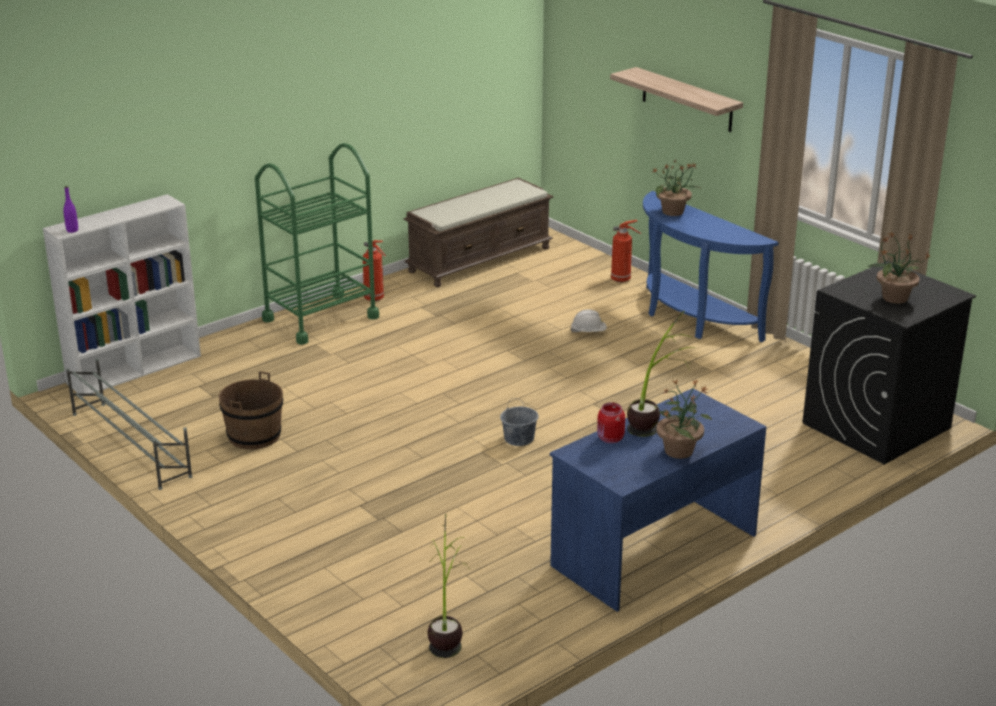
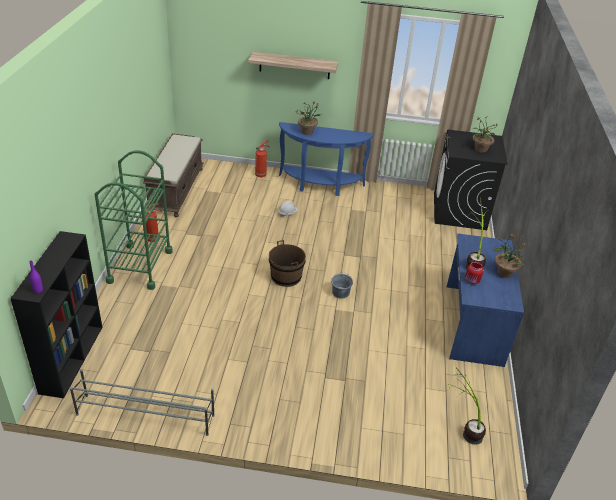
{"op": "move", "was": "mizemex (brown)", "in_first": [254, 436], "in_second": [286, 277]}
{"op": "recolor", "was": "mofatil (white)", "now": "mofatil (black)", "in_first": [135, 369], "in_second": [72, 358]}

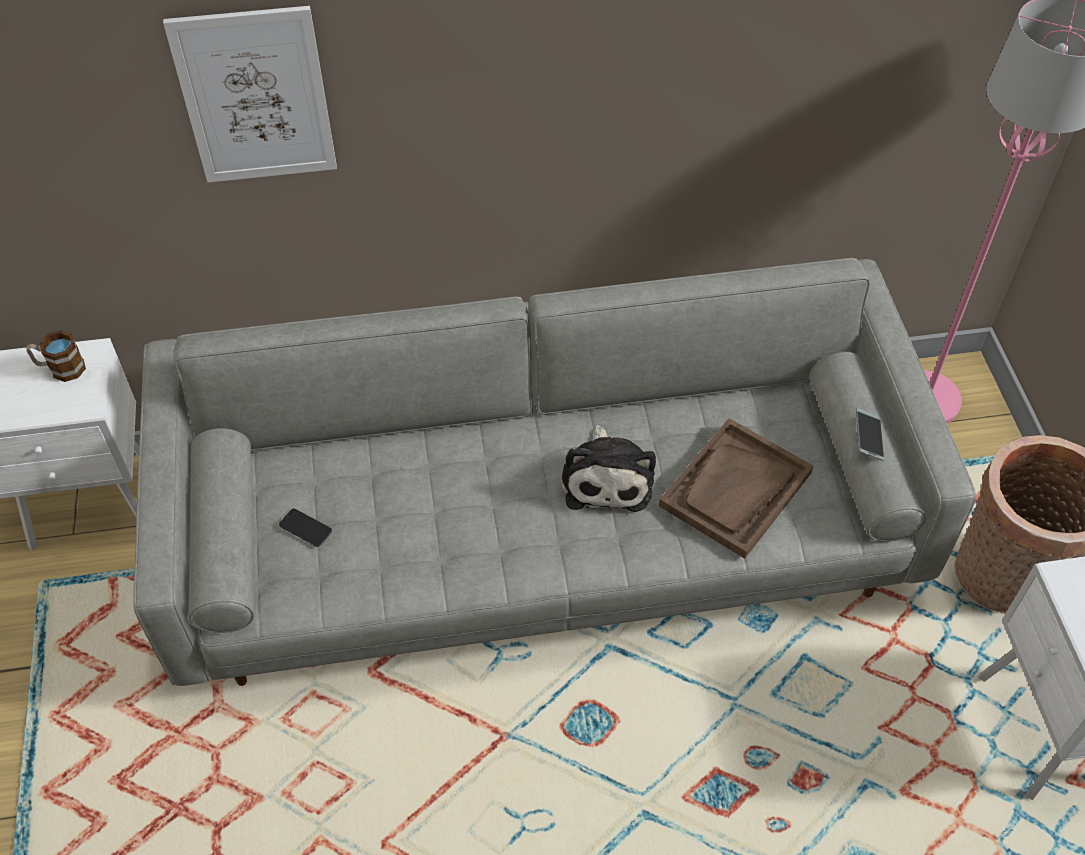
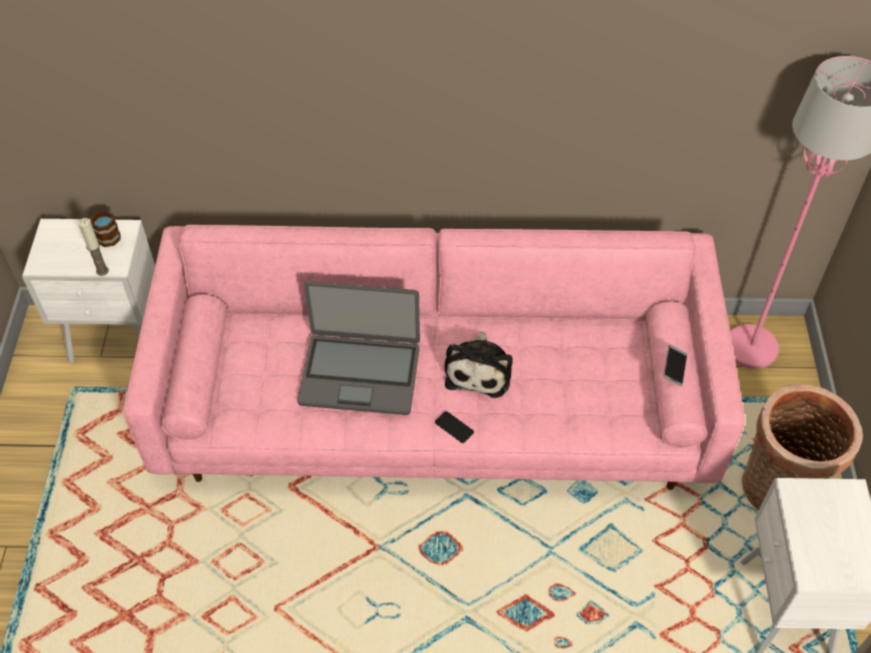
{"op": "delete", "was": "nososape", "in_first": [255, 97]}
{"op": "delete", "was": "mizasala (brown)", "in_first": [735, 490]}
{"op": "insert", "now": "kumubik", "in_second": [102, 271]}
{"op": "insert", "now": "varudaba", "in_second": [360, 373]}
{"op": "move", "was": "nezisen", "in_first": [305, 528], "in_second": [454, 427]}
{"op": "recolor", "was": "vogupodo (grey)", "now": "vogupodo (pink)", "in_first": [542, 531], "in_second": [435, 404]}

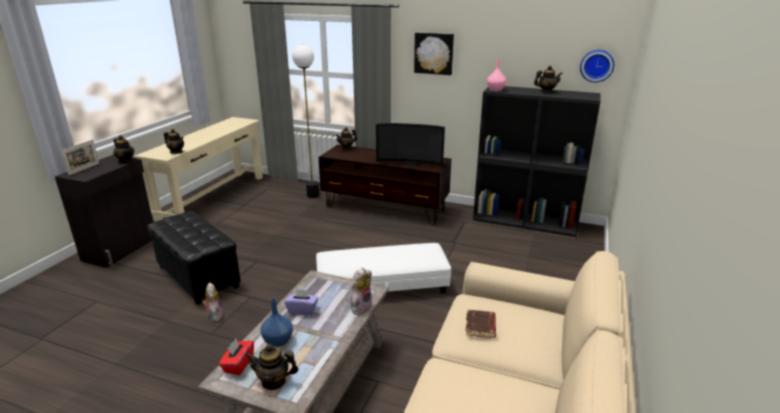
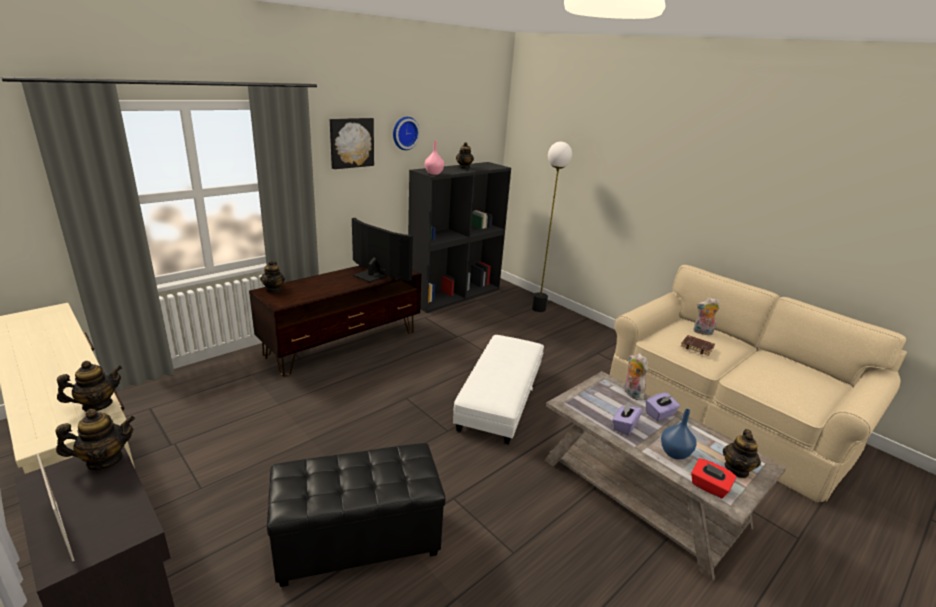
{"op": "insert", "now": "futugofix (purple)", "in_second": [660, 414]}
{"op": "move", "was": "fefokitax", "in_first": [214, 315], "in_second": [702, 332]}
{"op": "move", "was": "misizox", "in_first": [313, 195], "in_second": [539, 309]}
{"op": "move", "was": "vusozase", "in_first": [597, 65], "in_second": [404, 133]}
{"op": "rotate", "was": "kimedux", "in_first": [410, 162], "in_second": [373, 275], "clockwise": -90}

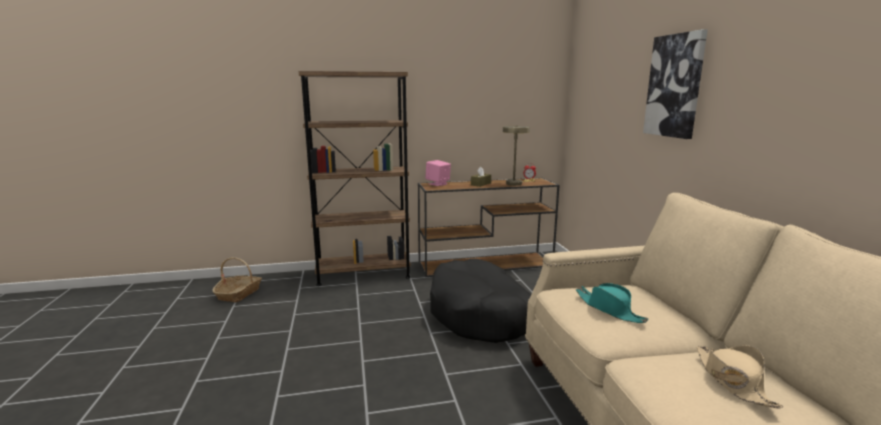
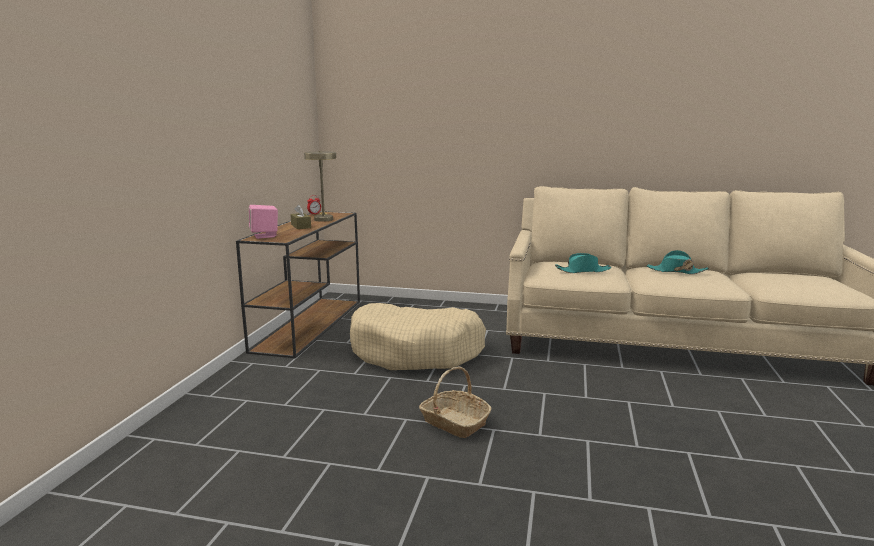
{"op": "delete", "was": "mofatil (brown)", "in_first": [363, 274]}
{"op": "delete", "was": "nososape", "in_first": [675, 86]}
{"op": "move", "was": "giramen", "in_first": [239, 293], "in_second": [454, 422]}
{"op": "recolor", "was": "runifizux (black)", "now": "runifizux (beige)", "in_first": [481, 314], "in_second": [416, 352]}
{"op": "recolor", "was": "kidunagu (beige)", "now": "kidunagu (turquoise)", "in_first": [732, 381], "in_second": [676, 271]}

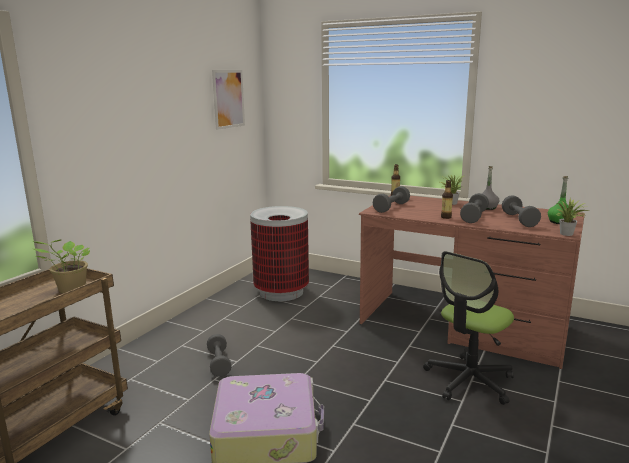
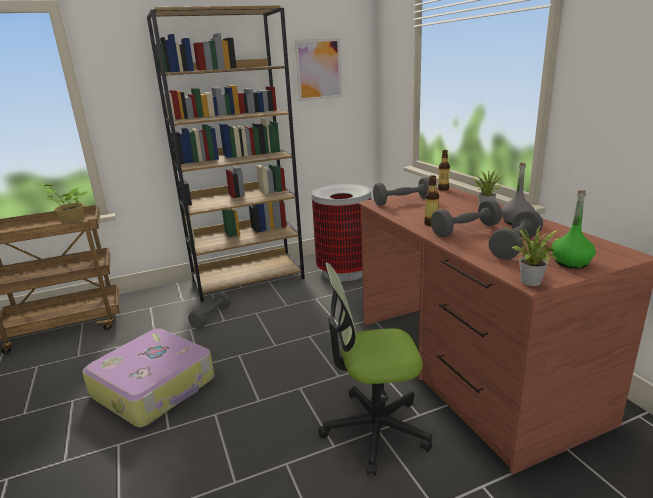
{"op": "insert", "now": "mofatil (brown)", "in_second": [248, 279]}

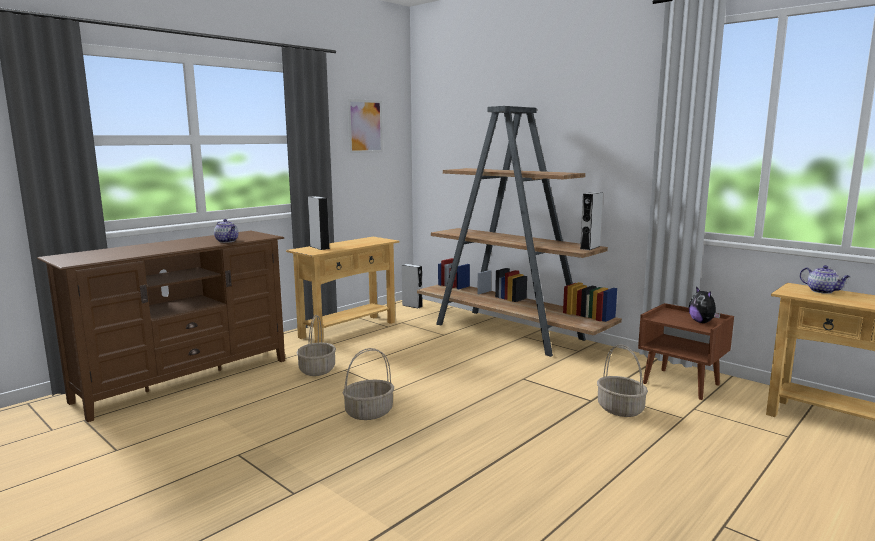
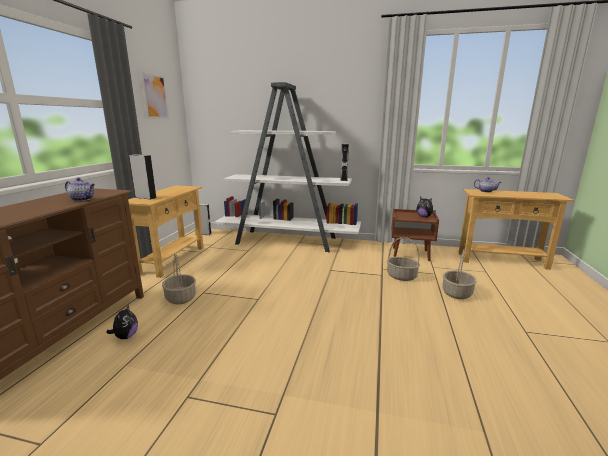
{"op": "insert", "now": "fefokitax", "in_second": [126, 336]}
{"op": "move", "was": "giramen", "in_first": [369, 412], "in_second": [456, 293]}
{"op": "recolor", "was": "mofatil (brown)", "now": "mofatil (white)", "in_first": [510, 332], "in_second": [288, 241]}

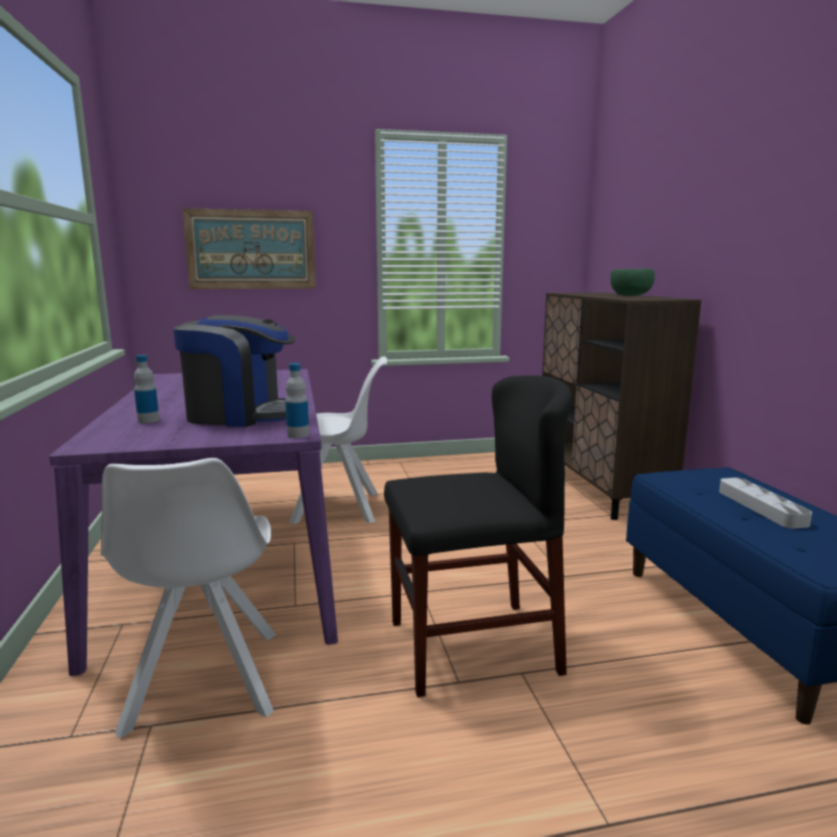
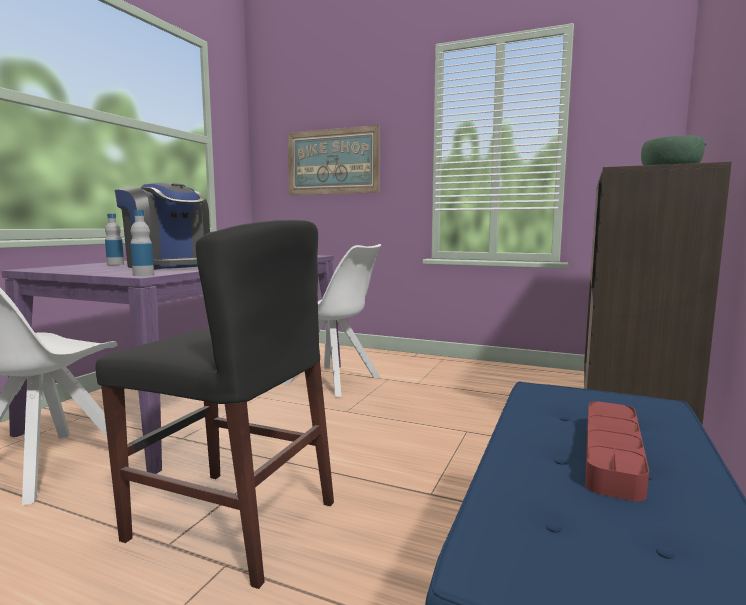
{"op": "recolor", "was": "mizasala (grey)", "now": "mizasala (red)", "in_first": [761, 507], "in_second": [612, 454]}

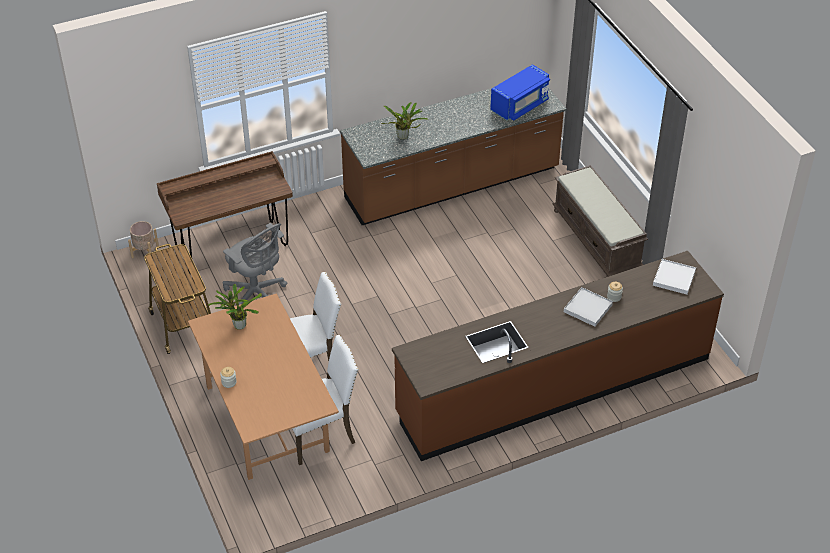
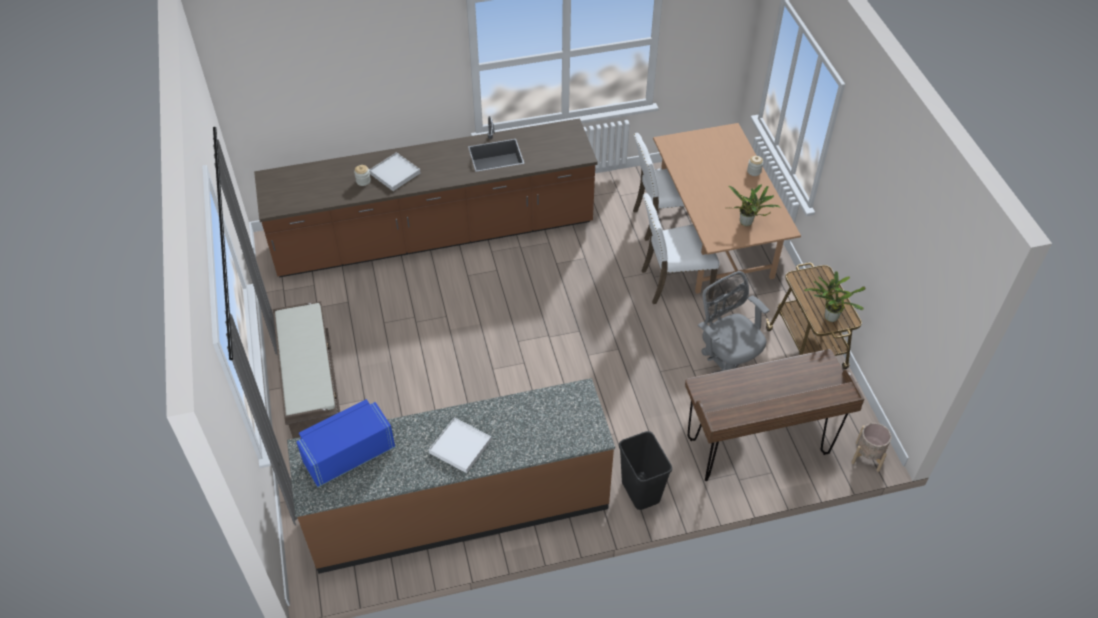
{"op": "insert", "now": "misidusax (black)", "in_second": [641, 491]}
{"op": "move", "was": "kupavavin", "in_first": [404, 137], "in_second": [829, 316]}
{"op": "move", "was": "mizasala (white)", "in_first": [674, 278], "in_second": [460, 446]}

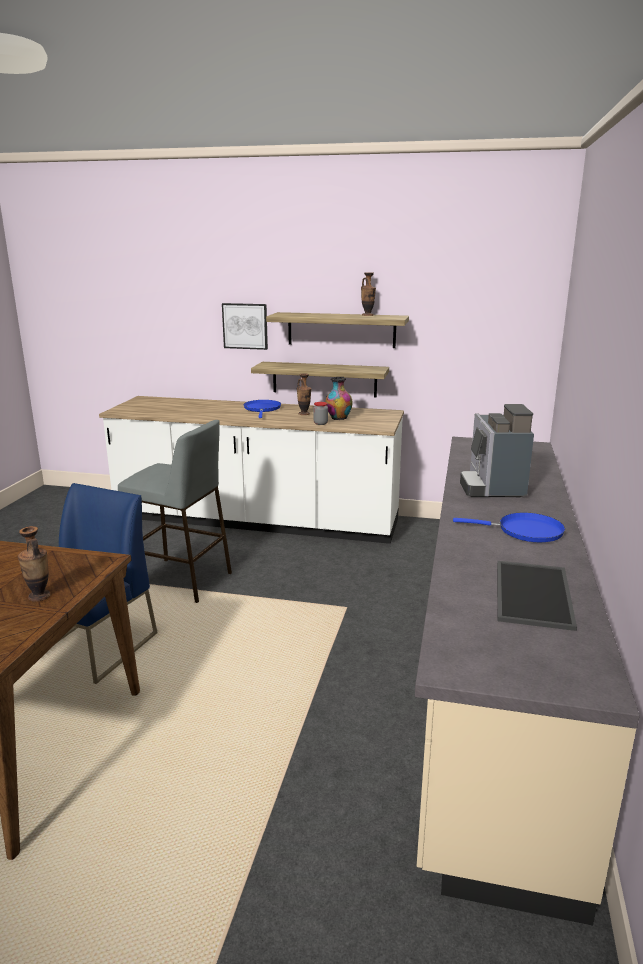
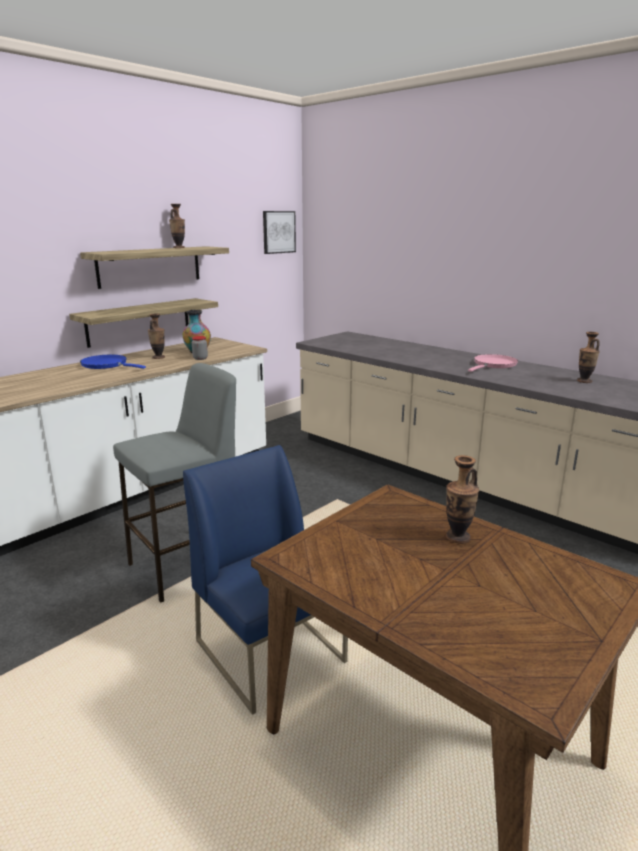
{"op": "delete", "was": "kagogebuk", "in_first": [492, 487]}
{"op": "move", "was": "nososape", "in_first": [245, 326], "in_second": [278, 232]}
{"op": "replace", "was": "mizasala", "now": "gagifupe", "in_first": [535, 595], "in_second": [584, 381]}
{"op": "recolor", "was": "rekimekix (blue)", "now": "rekimekix (pink)", "in_first": [525, 531], "in_second": [493, 365]}

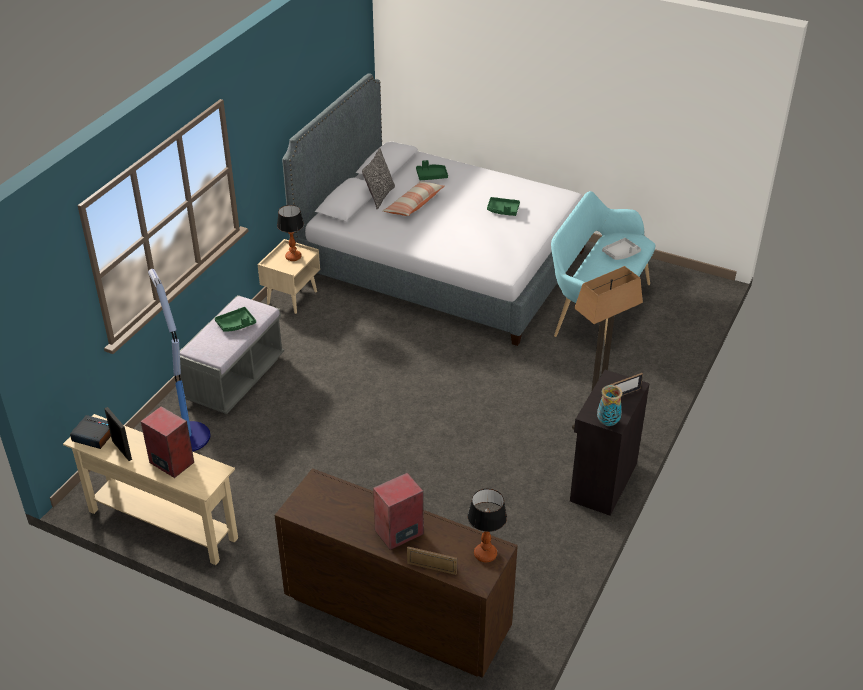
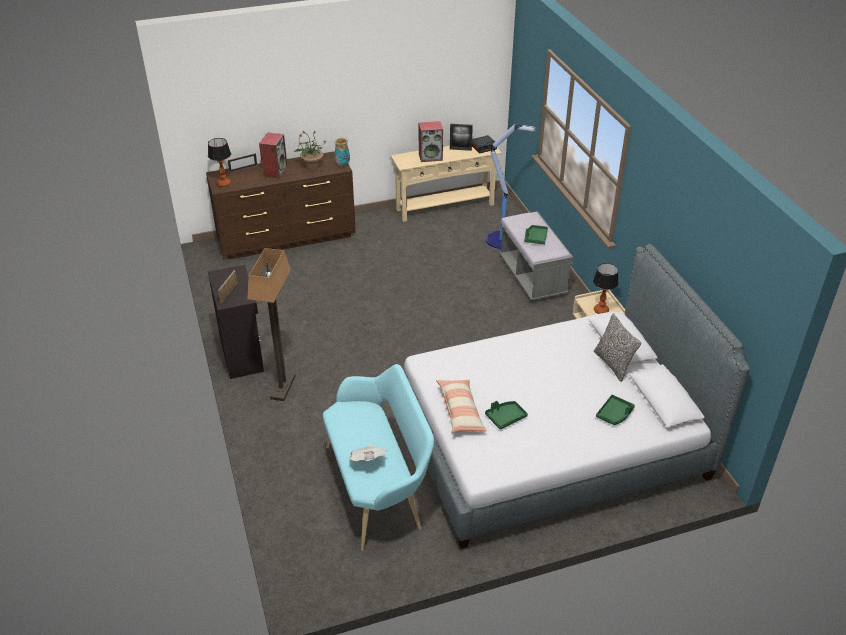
{"op": "insert", "now": "kupavavin", "in_second": [312, 166]}
{"op": "move", "was": "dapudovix", "in_first": [414, 205], "in_second": [460, 411]}
{"op": "move", "was": "gagifupe", "in_first": [607, 423], "in_second": [342, 164]}
{"op": "replace", "was": "mizasala (grey)", "now": "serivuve", "in_first": [621, 253], "in_second": [368, 460]}

